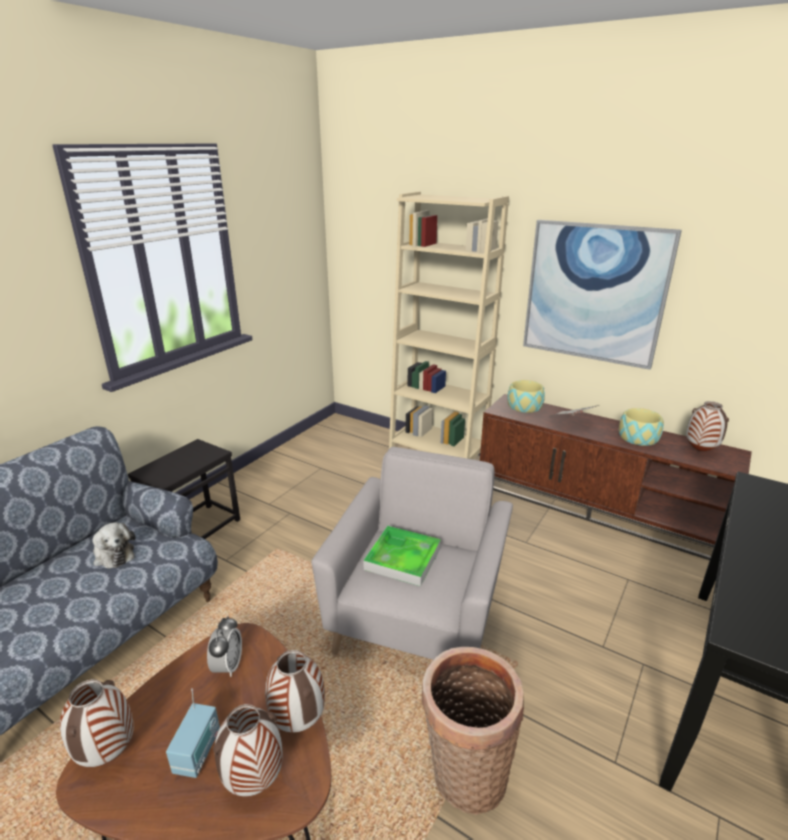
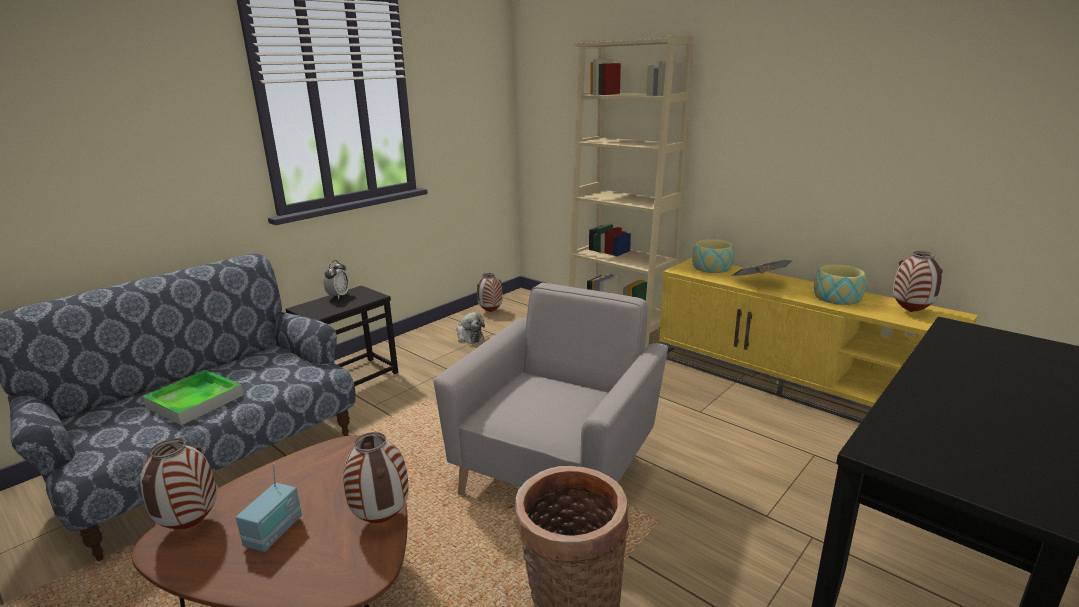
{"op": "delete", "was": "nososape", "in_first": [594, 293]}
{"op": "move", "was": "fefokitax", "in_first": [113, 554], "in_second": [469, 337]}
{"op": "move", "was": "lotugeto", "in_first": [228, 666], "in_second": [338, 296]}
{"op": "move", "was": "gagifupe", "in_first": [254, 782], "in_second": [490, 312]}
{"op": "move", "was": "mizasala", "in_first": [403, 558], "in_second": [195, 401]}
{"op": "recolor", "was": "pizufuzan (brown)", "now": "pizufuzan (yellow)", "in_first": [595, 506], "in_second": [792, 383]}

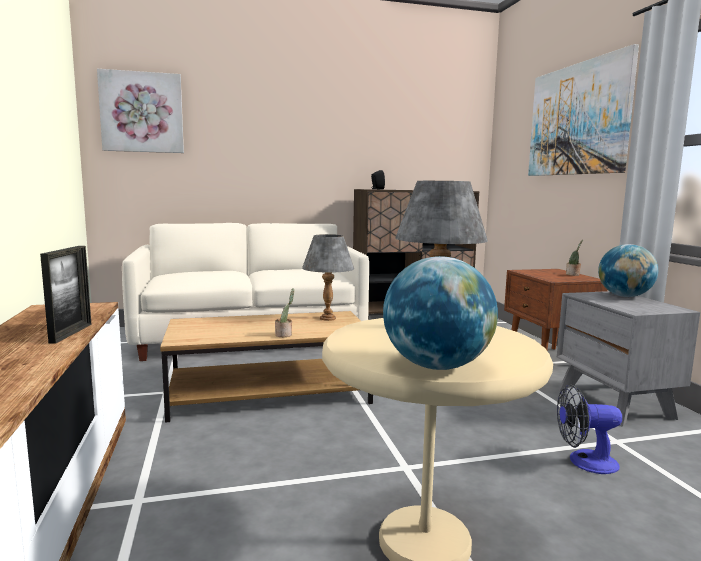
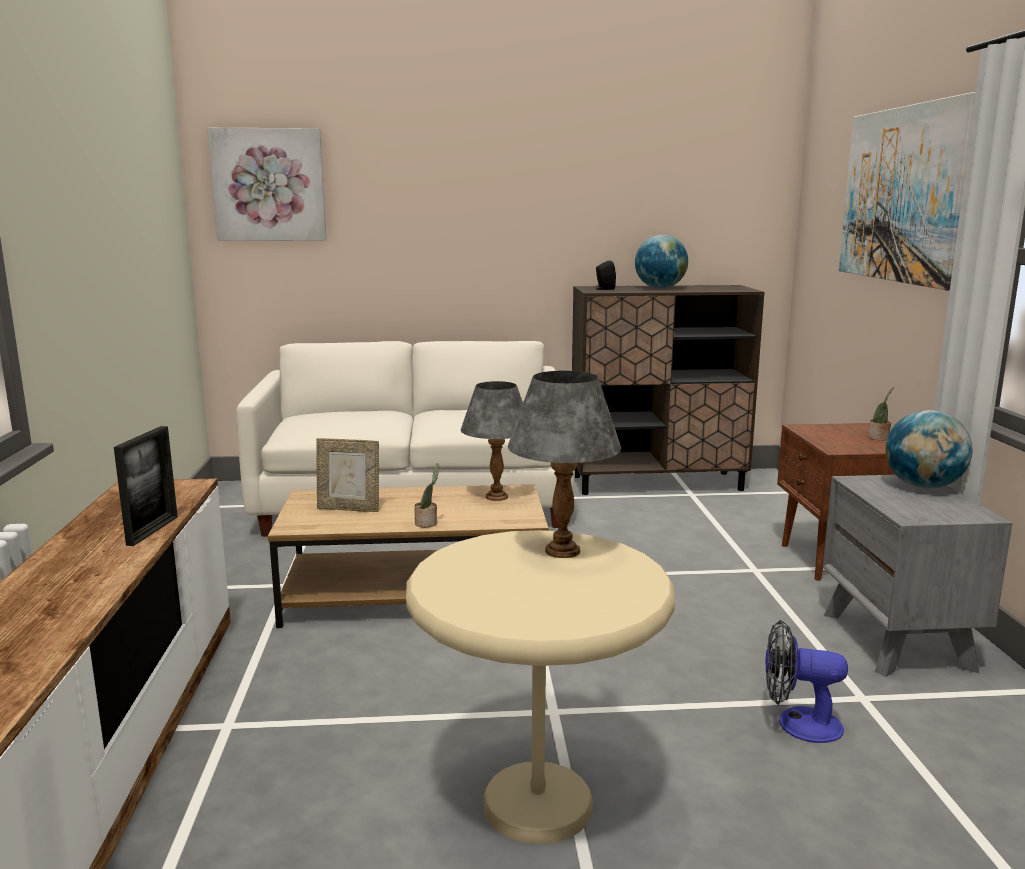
{"op": "insert", "now": "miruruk", "in_second": [349, 508]}
{"op": "move", "was": "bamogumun", "in_first": [437, 366], "in_second": [660, 288]}

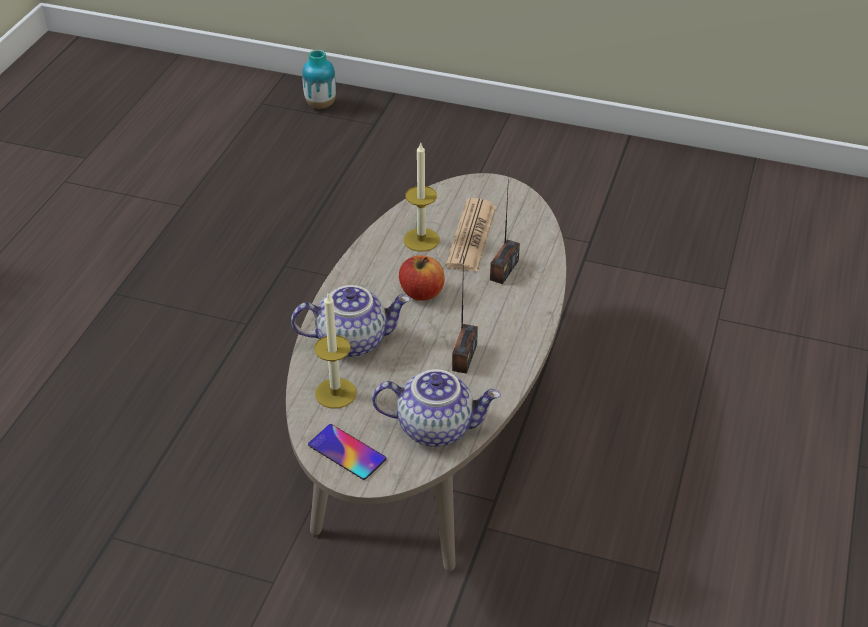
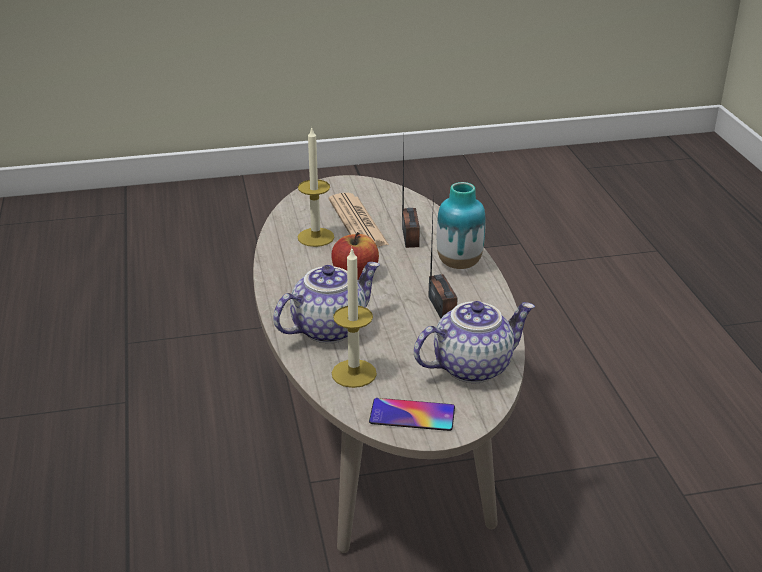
{"op": "move", "was": "gagifupe", "in_first": [320, 105], "in_second": [459, 264]}

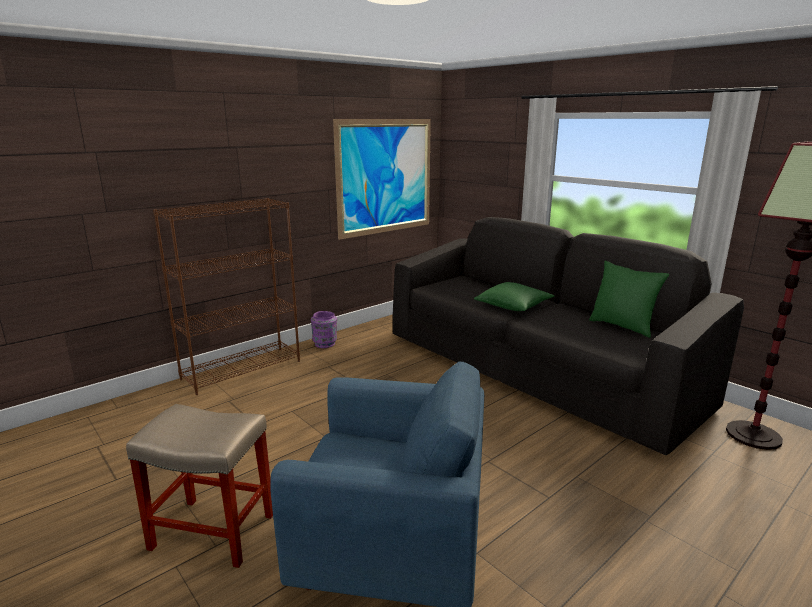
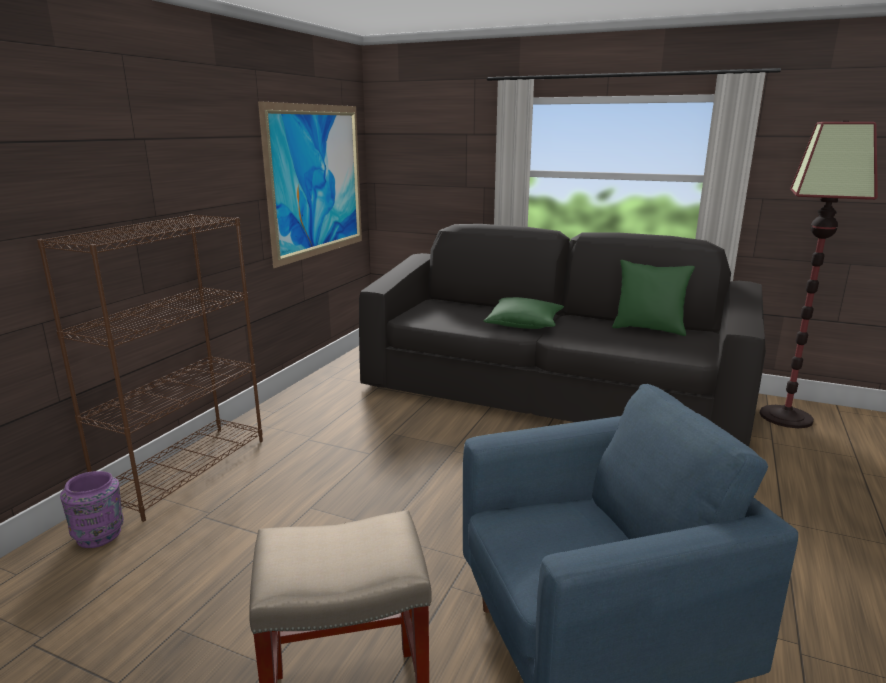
{"op": "move", "was": "gagifupe (purple)", "in_first": [325, 344], "in_second": [100, 535]}

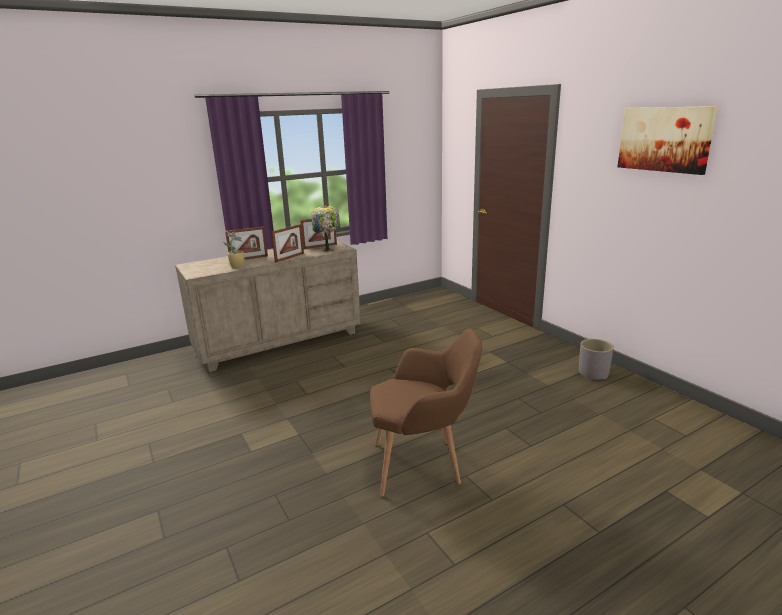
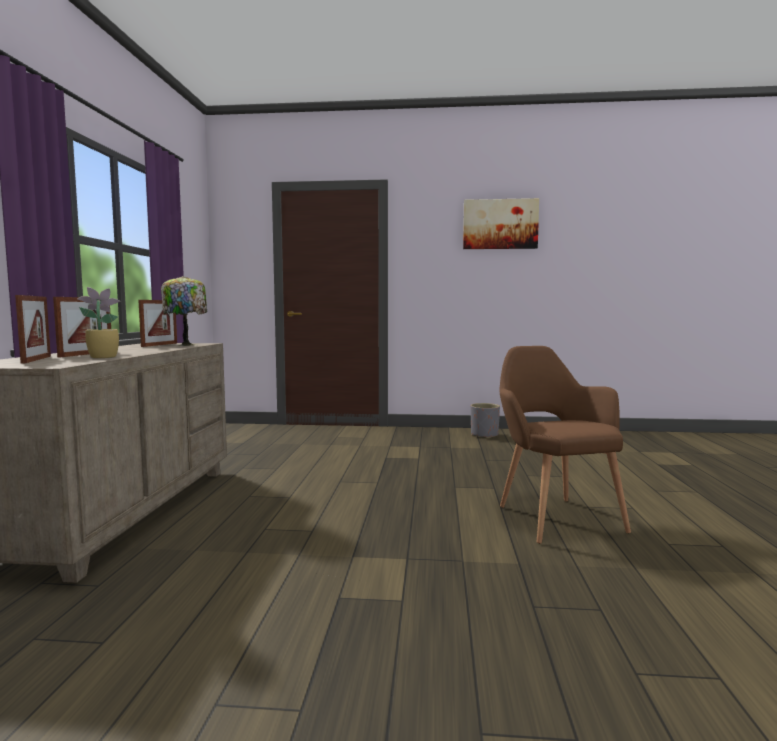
{"op": "move", "was": "miruruk", "in_first": [289, 257], "in_second": [36, 359]}
{"op": "rotate", "was": "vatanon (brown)", "in_first": [423, 465], "in_second": [553, 516], "clockwise": -45}

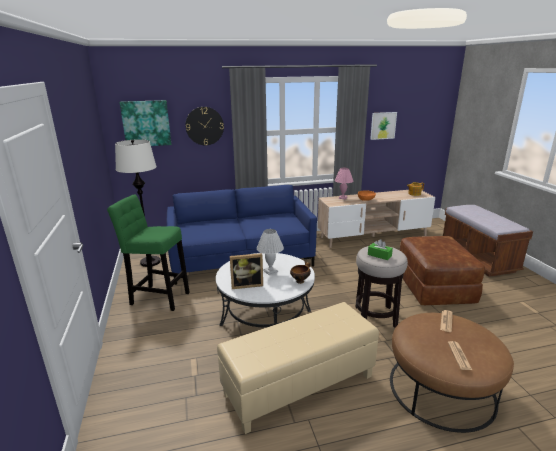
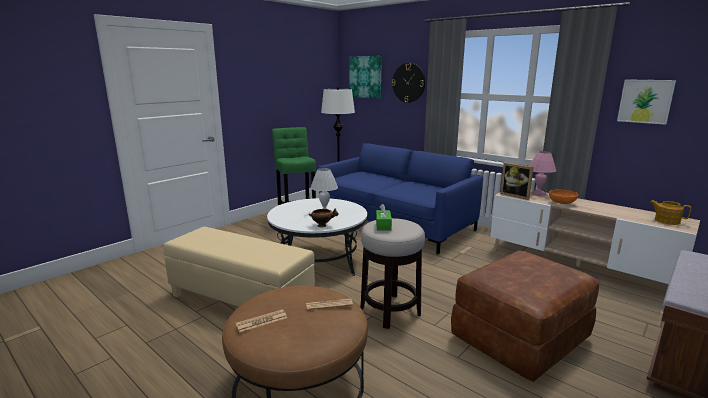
{"op": "move", "was": "miruruk", "in_first": [247, 285], "in_second": [516, 195]}

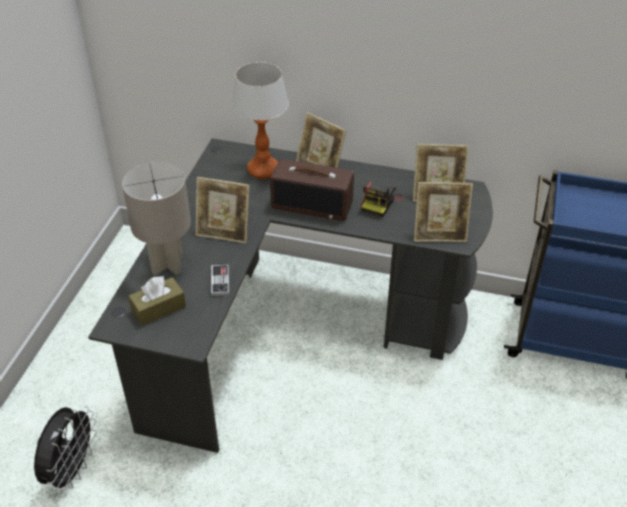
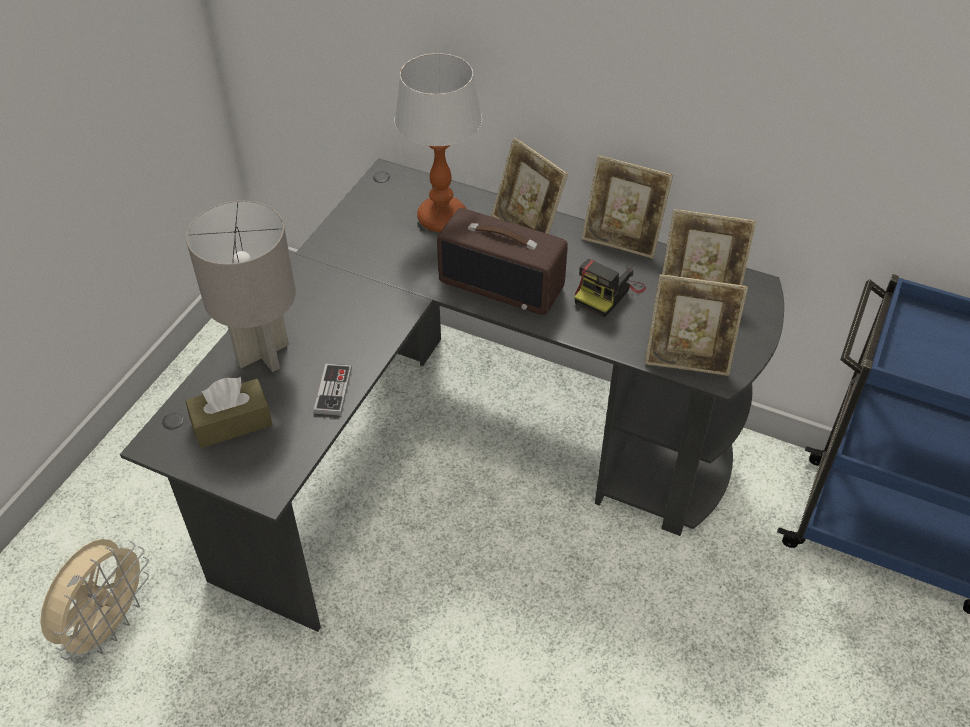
{"op": "move", "was": "miruruk", "in_first": [224, 233], "in_second": [621, 240]}
{"op": "recolor", "was": "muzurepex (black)", "now": "muzurepex (beige)", "in_first": [71, 470], "in_second": [108, 625]}

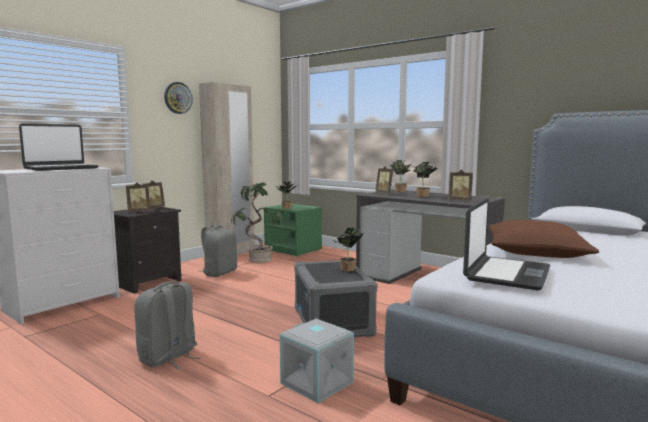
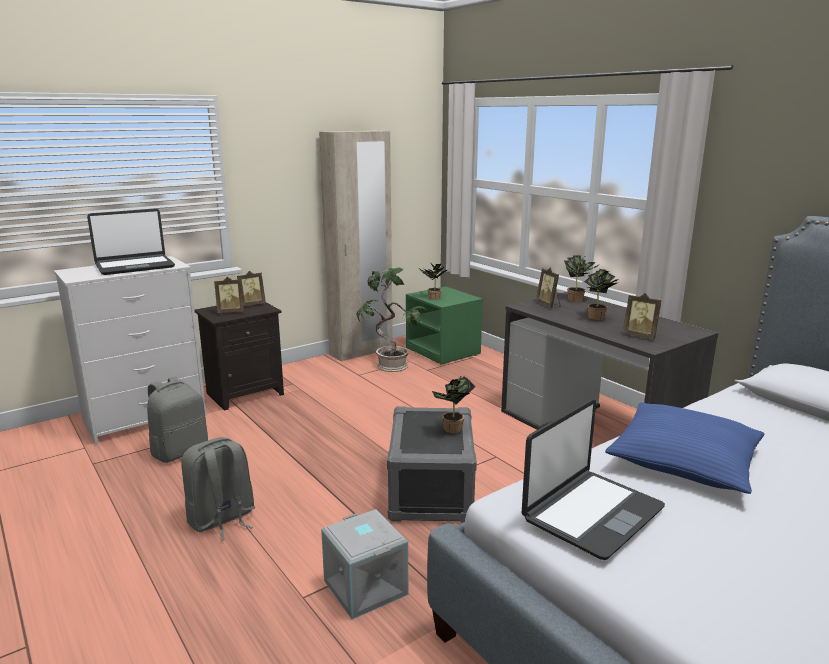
{"op": "delete", "was": "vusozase", "in_first": [178, 98]}
{"op": "move", "was": "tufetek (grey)", "in_first": [219, 273], "in_second": [180, 451]}
{"op": "recolor", "was": "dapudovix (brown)", "now": "dapudovix (blue)", "in_first": [535, 251], "in_second": [684, 460]}

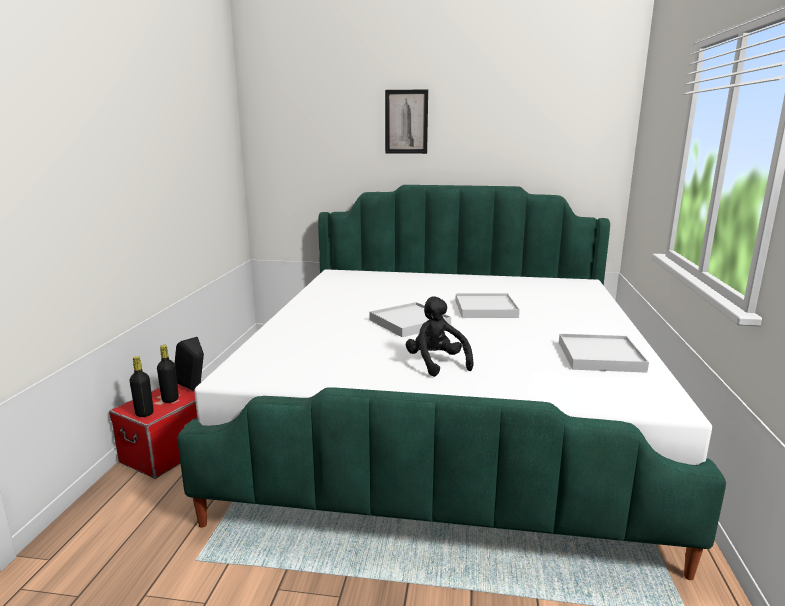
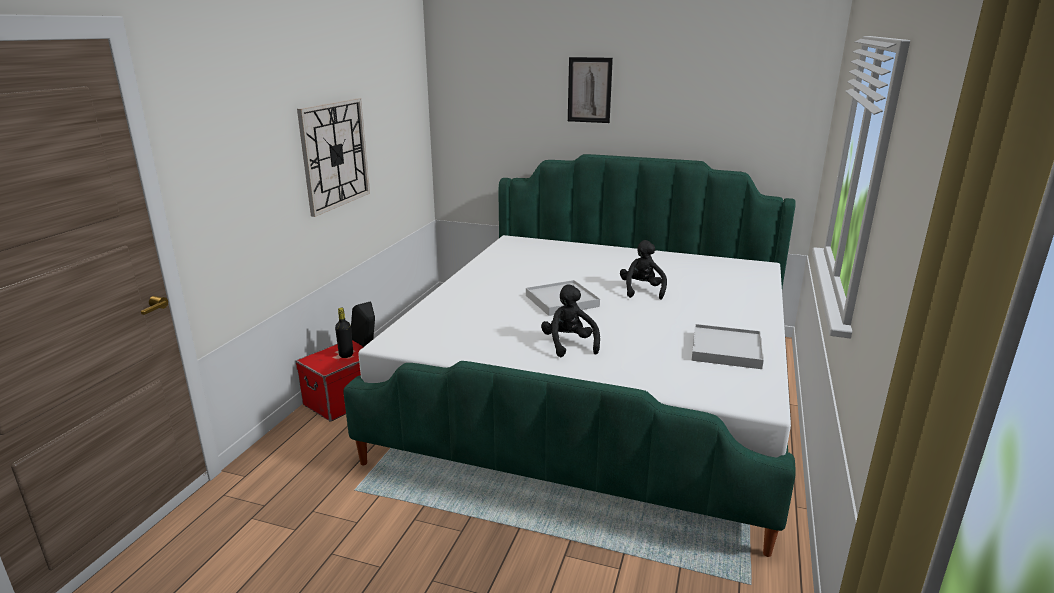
{"op": "delete", "was": "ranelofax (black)", "in_first": [144, 413]}
{"op": "insert", "now": "vusozase", "in_second": [335, 155]}
{"op": "replace", "was": "mizasala (white)", "now": "fefokitax (black)", "in_first": [485, 309], "in_second": [642, 291]}

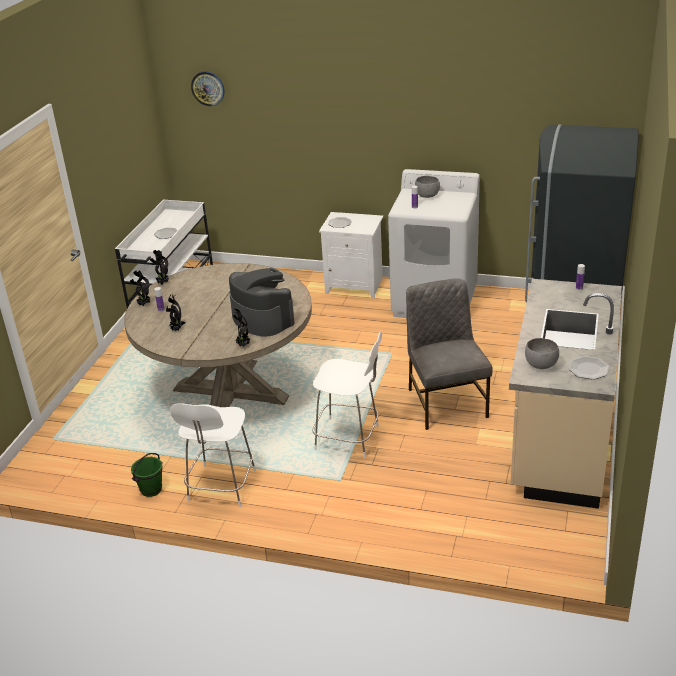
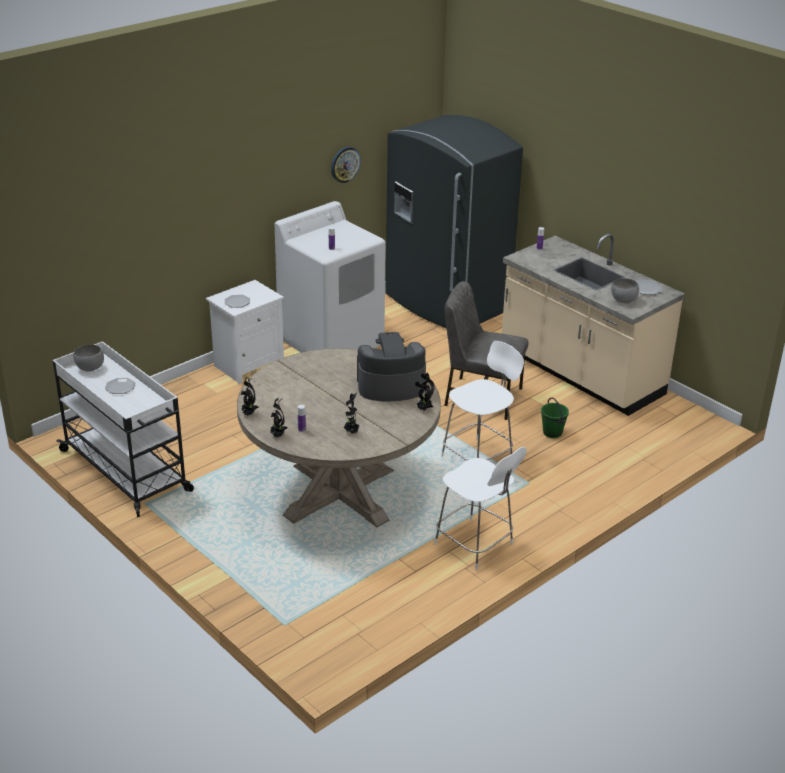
{"op": "move", "was": "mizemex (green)", "in_first": [151, 490], "in_second": [552, 433]}
{"op": "move", "was": "vusozase", "in_first": [208, 88], "in_second": [345, 164]}
{"op": "move", "was": "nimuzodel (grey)", "in_first": [426, 196], "in_second": [89, 368]}

